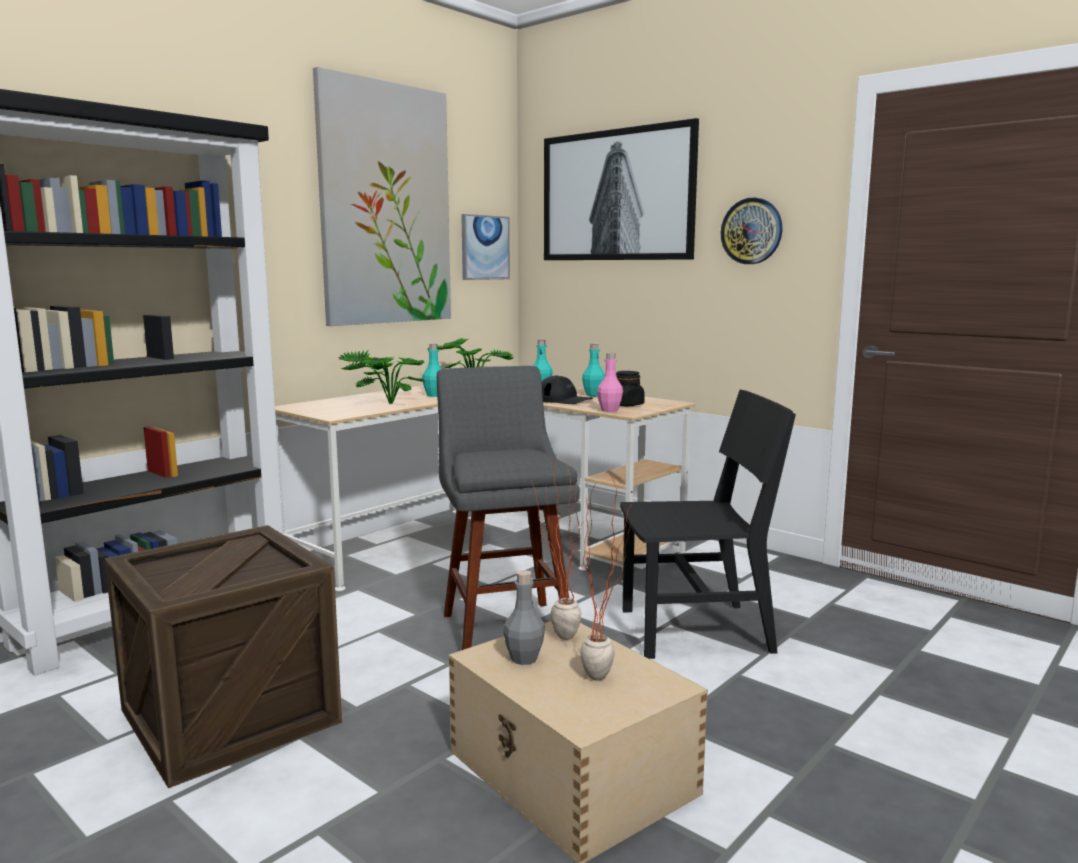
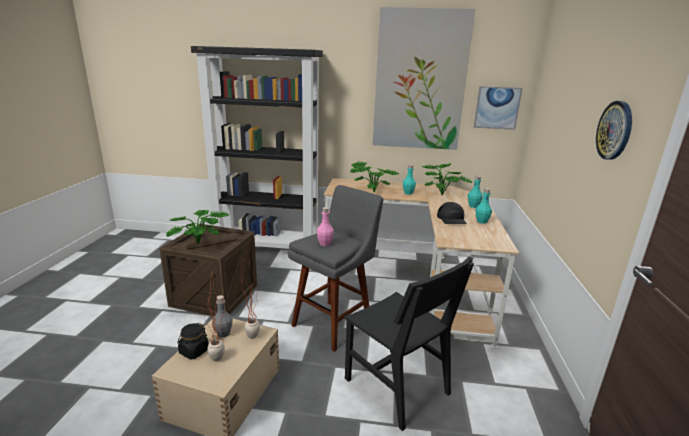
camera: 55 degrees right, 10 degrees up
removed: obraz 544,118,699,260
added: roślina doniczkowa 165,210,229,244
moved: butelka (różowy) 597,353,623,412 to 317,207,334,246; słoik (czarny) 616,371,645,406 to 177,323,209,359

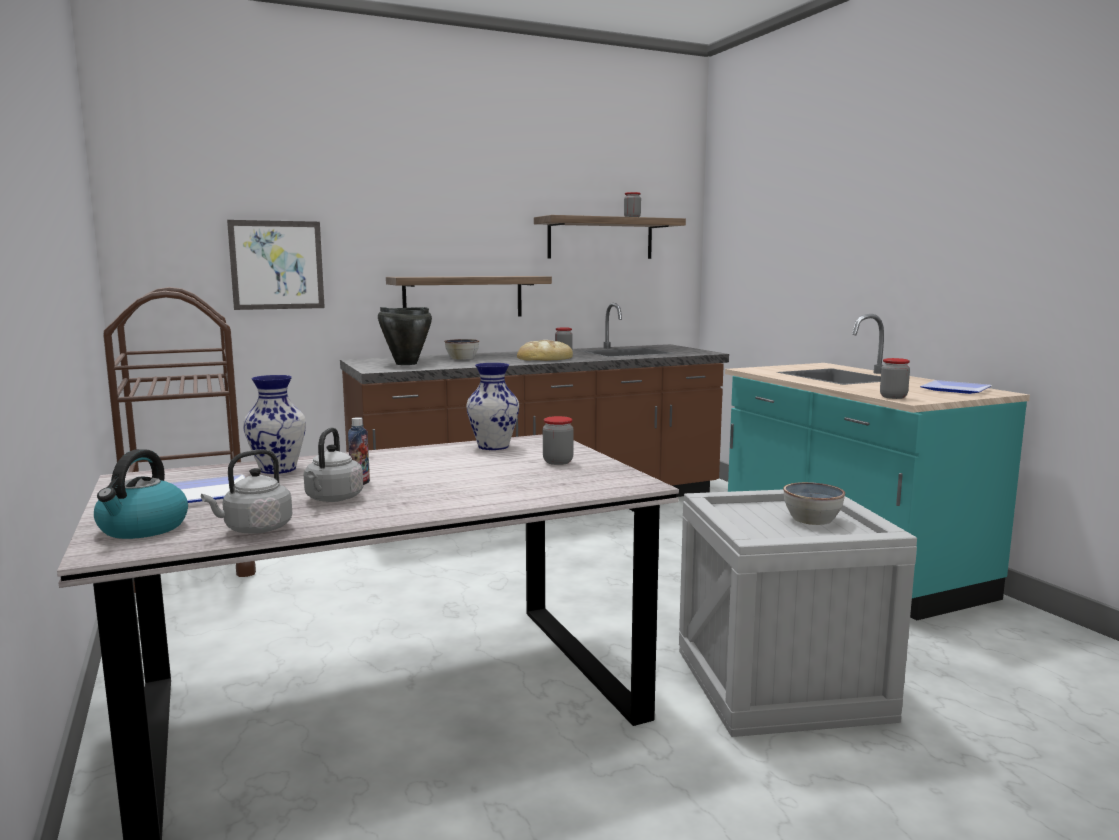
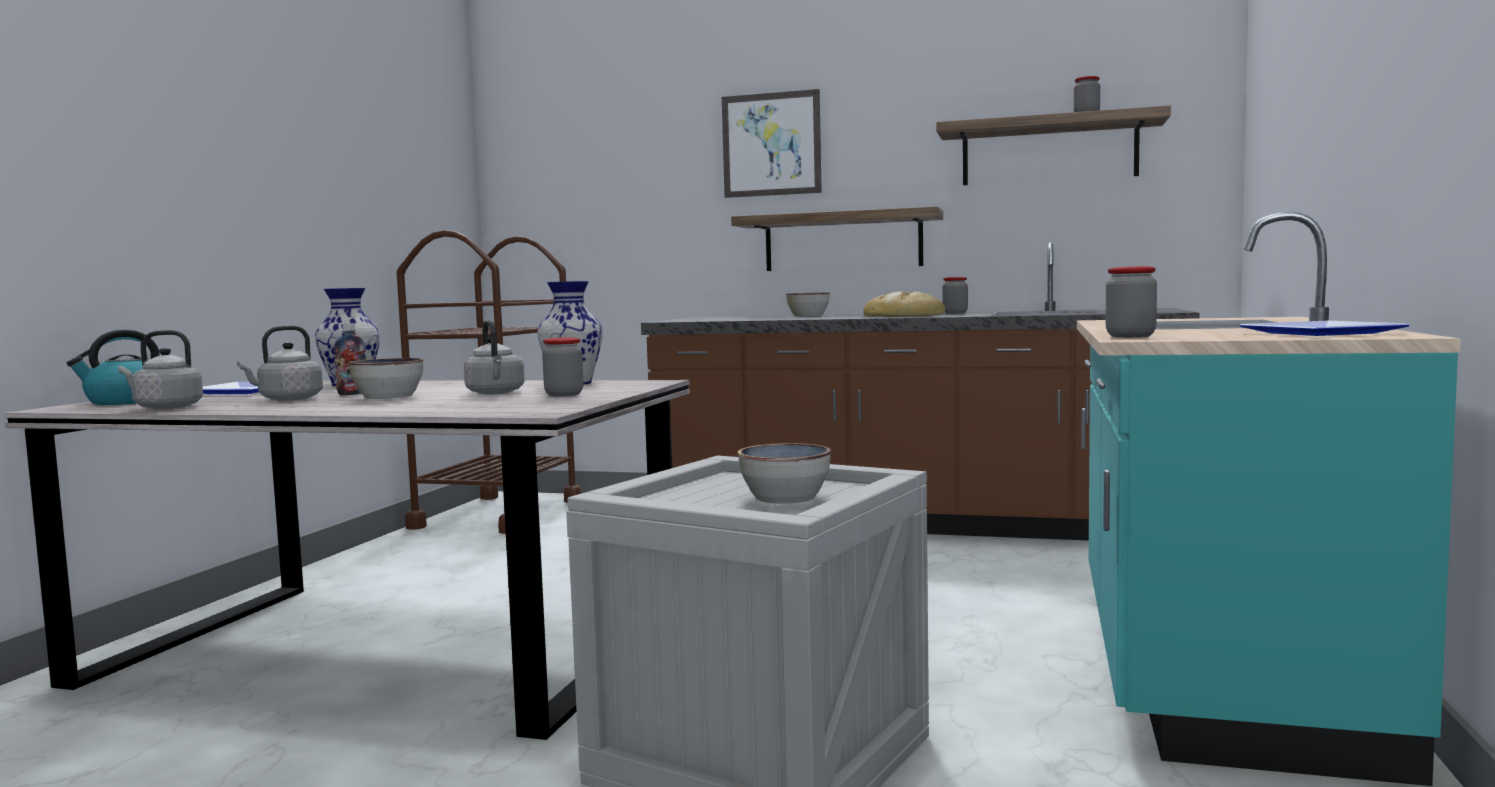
camera: 40 degrees right, 5 degrees down
removed: garnek (czarny) 378,307,432,365
added: czajnik (szary) 464,320,525,394; miska 349,358,424,399
moved: obraz 227,220,325,310 to 722,89,822,198

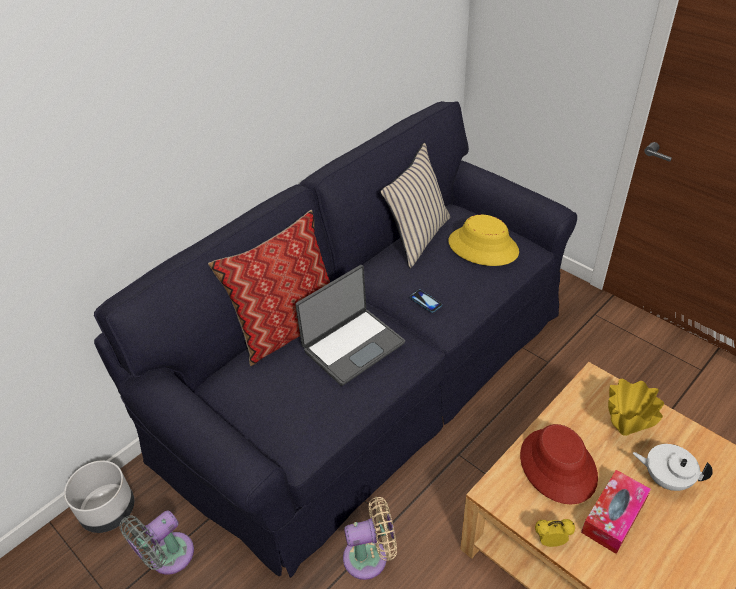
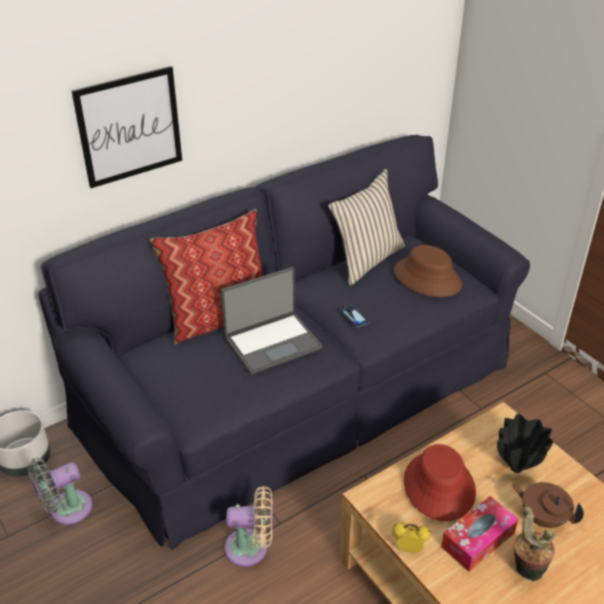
camera: 10 degrees right, 5 degrees down
added: obraz 71,66,182,188; roślina doniczkowa 514,507,556,581
recoloured: kapelusz (żółty) 448,215,519,266 to kapelusz (brązowy) 394,245,462,297; wazon (żółty) 608,379,664,436 to wazon (czarny) 497,414,553,473; imbryk (biały) 633,444,713,491 to imbryk (brązowy) 511,482,584,528

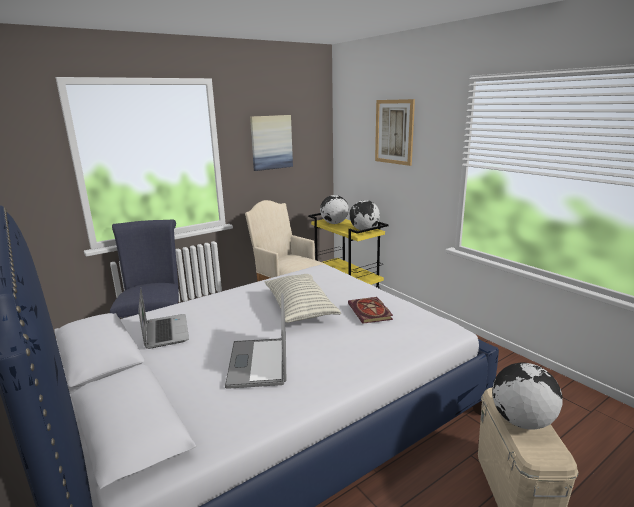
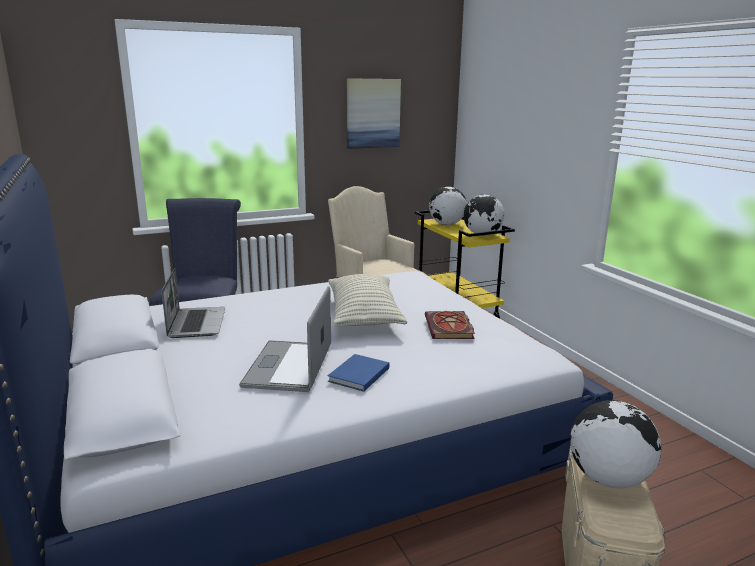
camera: 10 degrees right, 0 degrees up
removed: obraz 375,99,415,166
added: książka (niebieski) 328,354,389,392

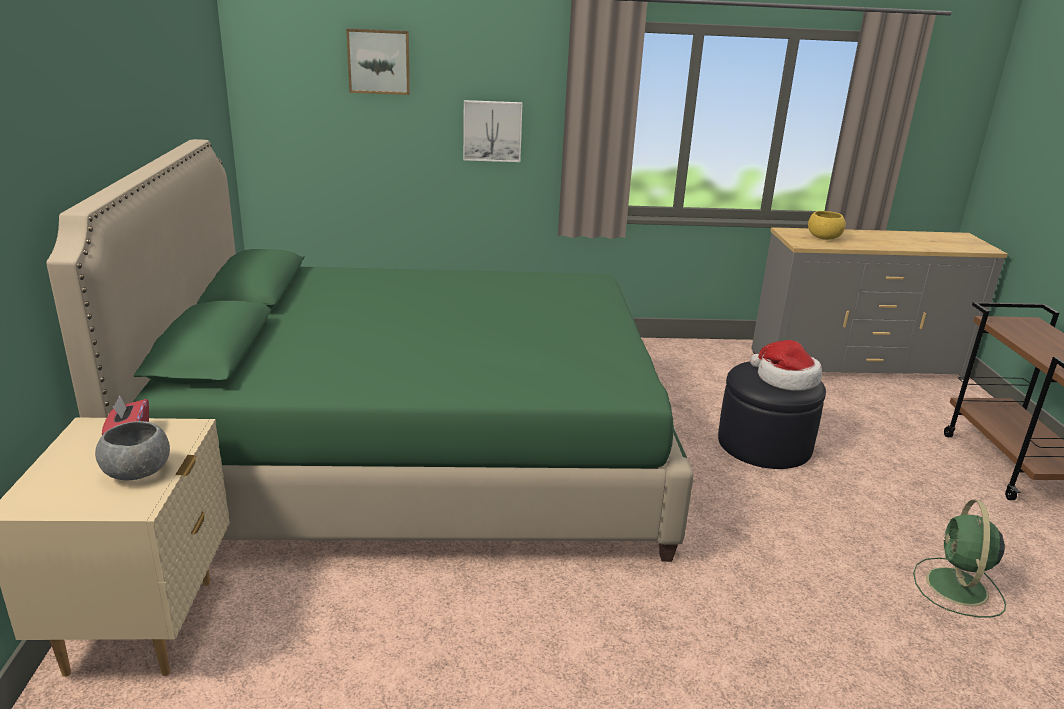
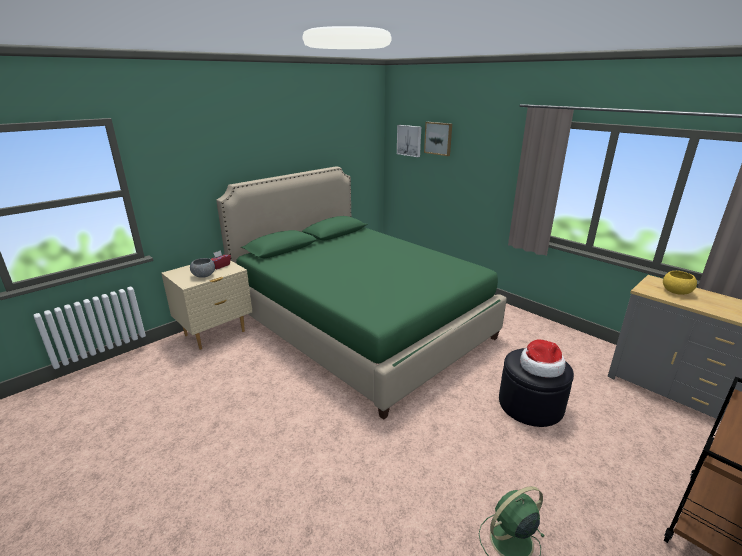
camera: 50 degrees right, 0 degrees up
moved: obraz 463,100,523,162 to 397,125,421,157

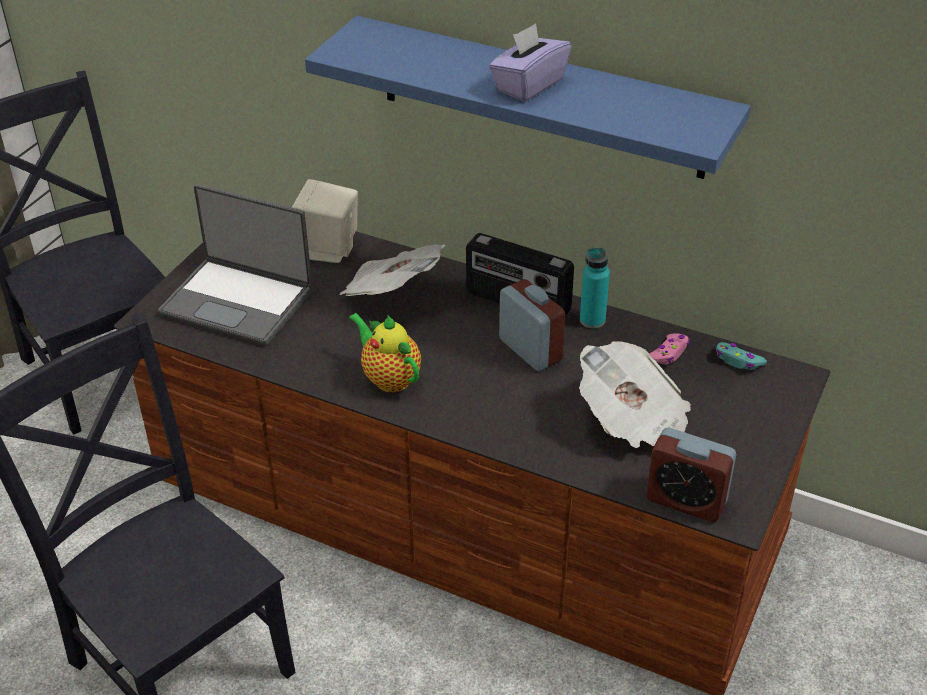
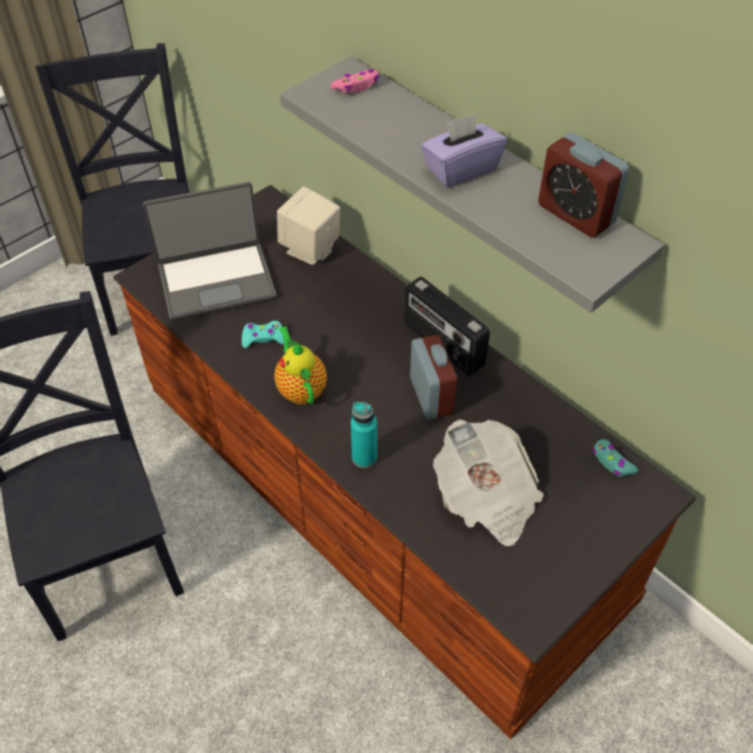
camera: 20 degrees right, 10 degrees up
removed: gazeta 339,245,445,296
added: pad do gier (turkusowy) 242,321,284,348
moved: butelka (turkusowy) 580,248,610,328 to 351,402,377,468; pad do gier (różowy) 649,333,690,365 to 330,69,379,93; budzik 646,428,736,522 to 538,133,630,238
recoloured: półka (niebieski) 305,16,751,179 to półka (szary) 280,56,664,313
turned: laptop 158,184,312,346 = 143,182,276,321 60 degrees counterclockwise

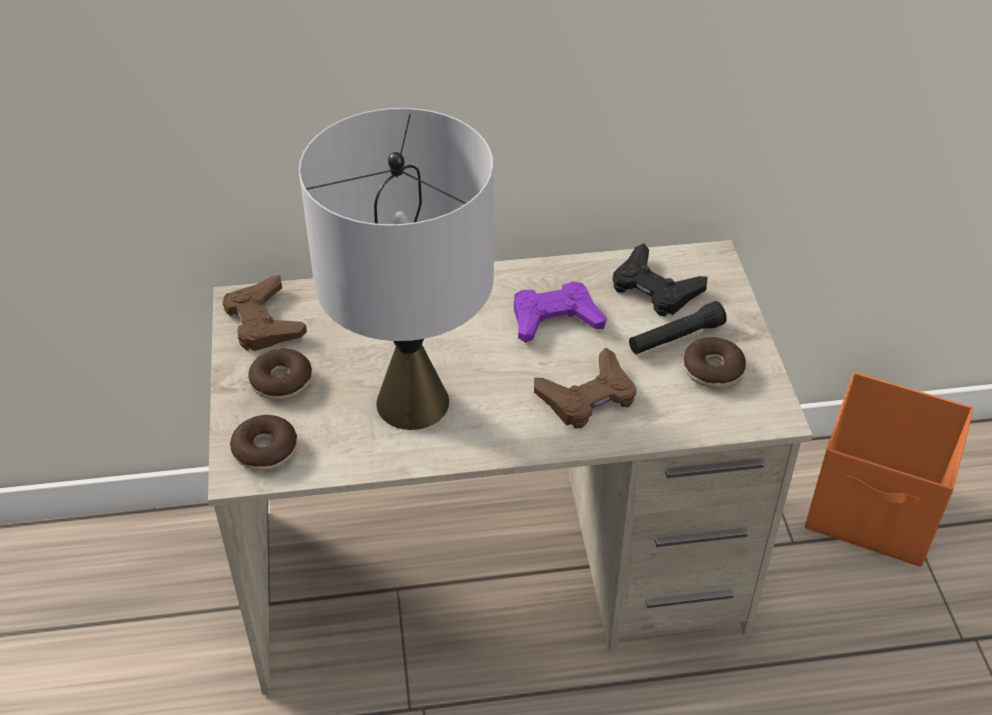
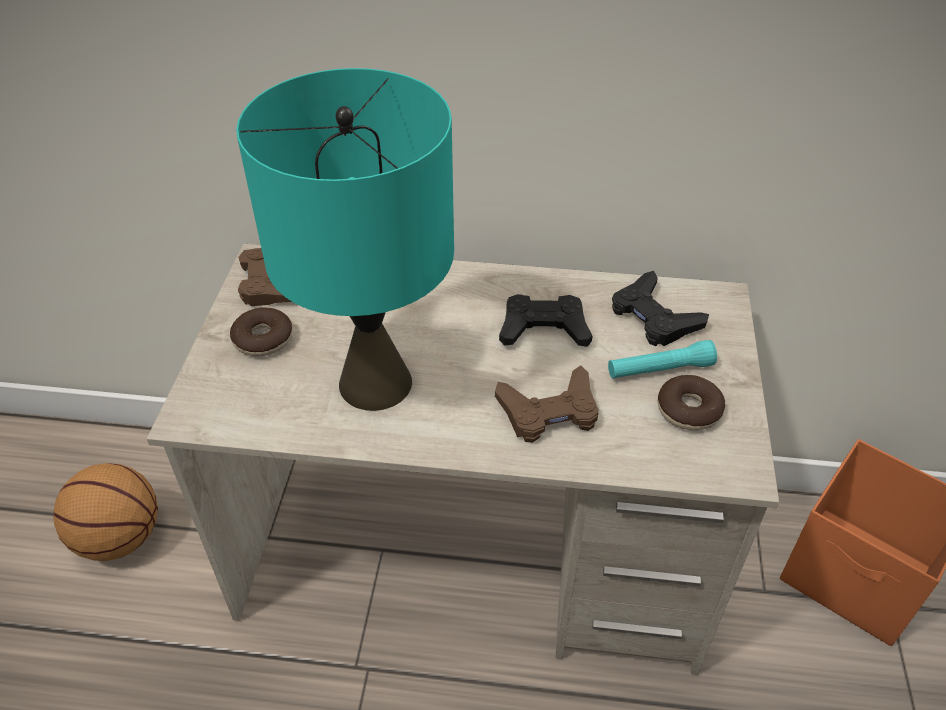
camera: 15 degrees right, 0 degrees up
removed: donut 230,415,297,471
added: piłka do koszykówki 53,463,158,561
recoloured: lampa stołowa (szary) 299,108,494,430 to lampa stołowa (turkusowy) 236,68,454,411; pad do gier (fioletowy) 514,282,607,343 to pad do gier (czarny) 499,294,593,347; latarka (czarny) 629,301,727,354 to latarka (turkusowy) 608,340,717,379

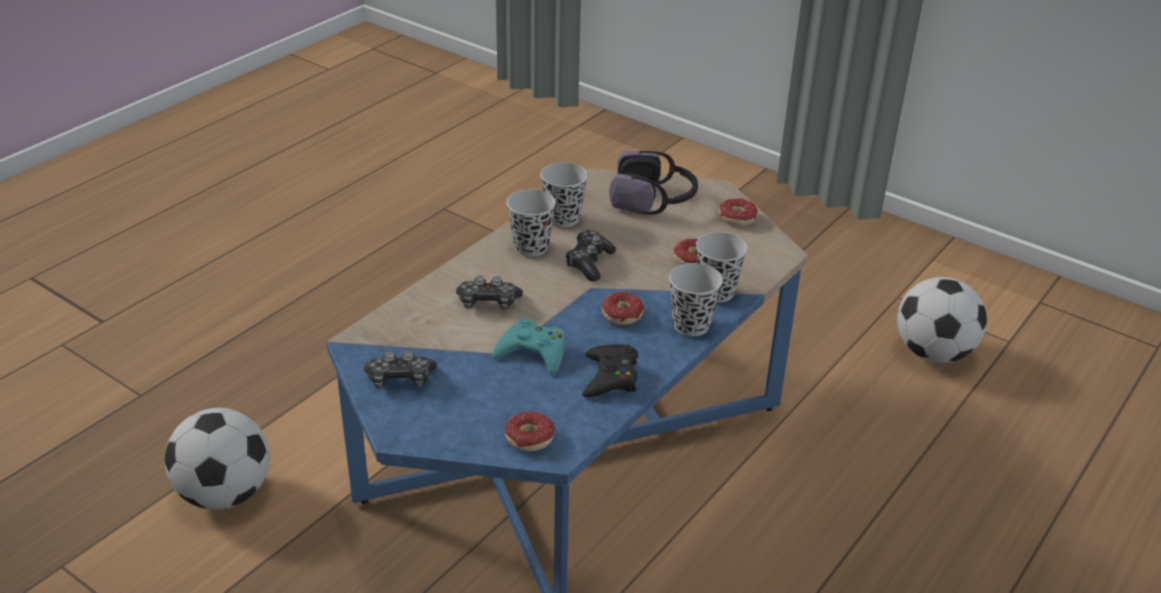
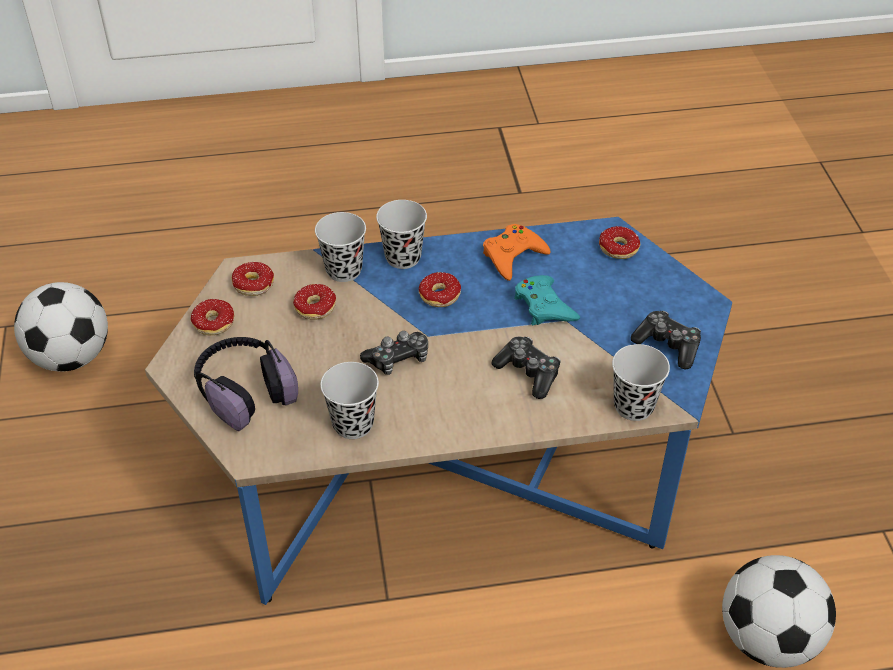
camera: 135 degrees left, 10 degrees up
added: donut 231,243,274,296
moved: filiżanka (czarny) 507,189,556,257 to 612,344,670,421
recoloured: pad do gier (czarny) 582,344,638,397 to pad do gier (pomarańczowy) 483,224,551,281

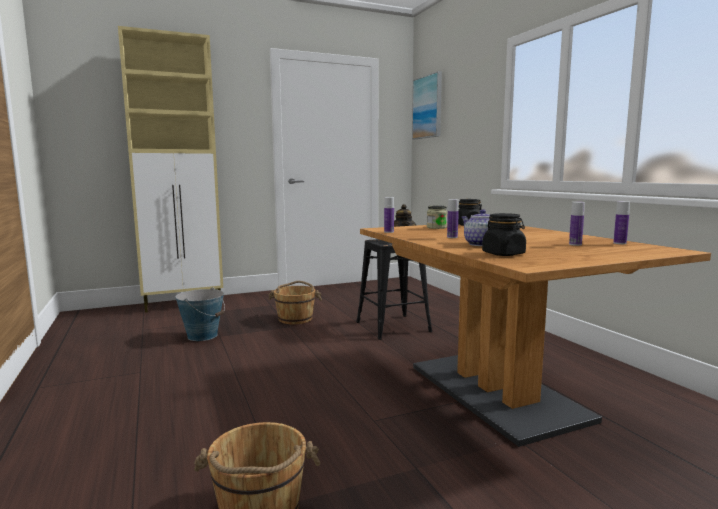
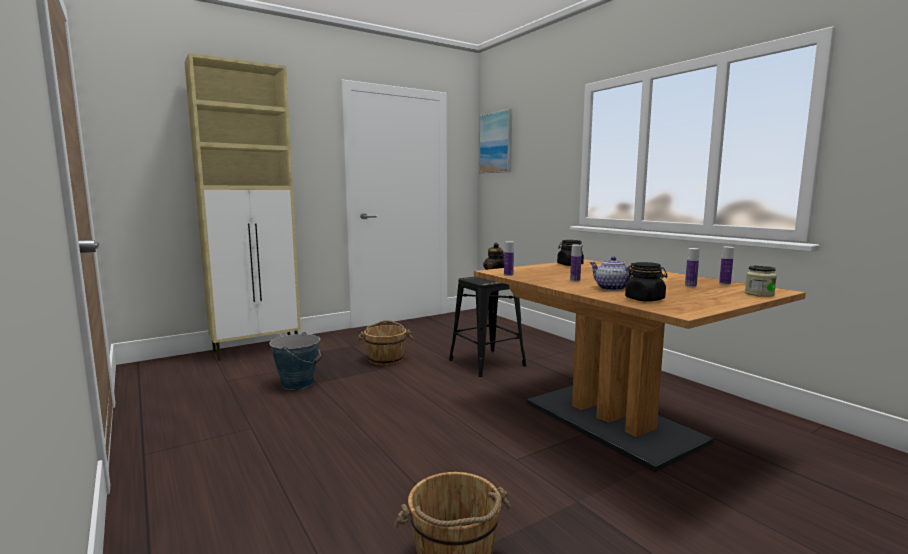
camera: 10 degrees left, 0 degrees up
moved: słoik 427,206,447,229 to 745,266,777,297

